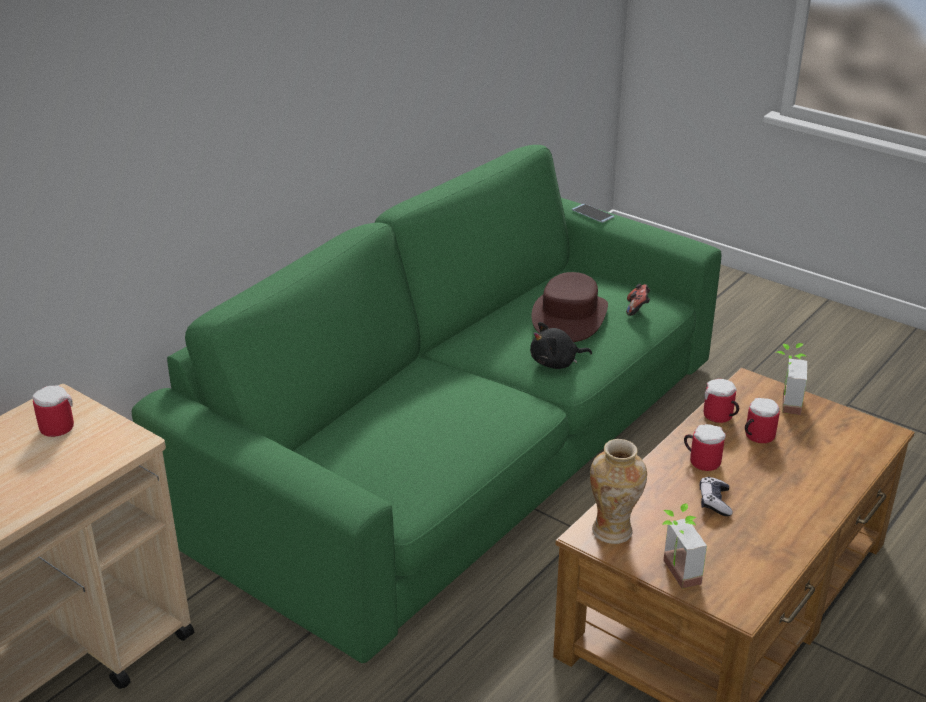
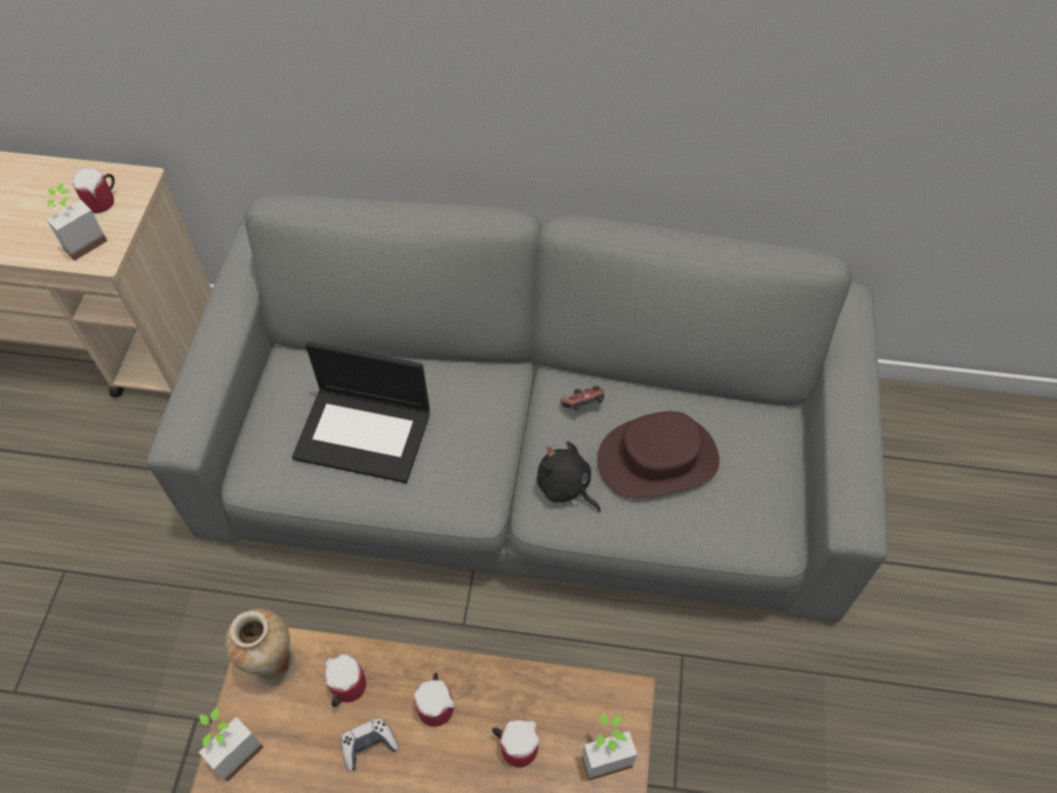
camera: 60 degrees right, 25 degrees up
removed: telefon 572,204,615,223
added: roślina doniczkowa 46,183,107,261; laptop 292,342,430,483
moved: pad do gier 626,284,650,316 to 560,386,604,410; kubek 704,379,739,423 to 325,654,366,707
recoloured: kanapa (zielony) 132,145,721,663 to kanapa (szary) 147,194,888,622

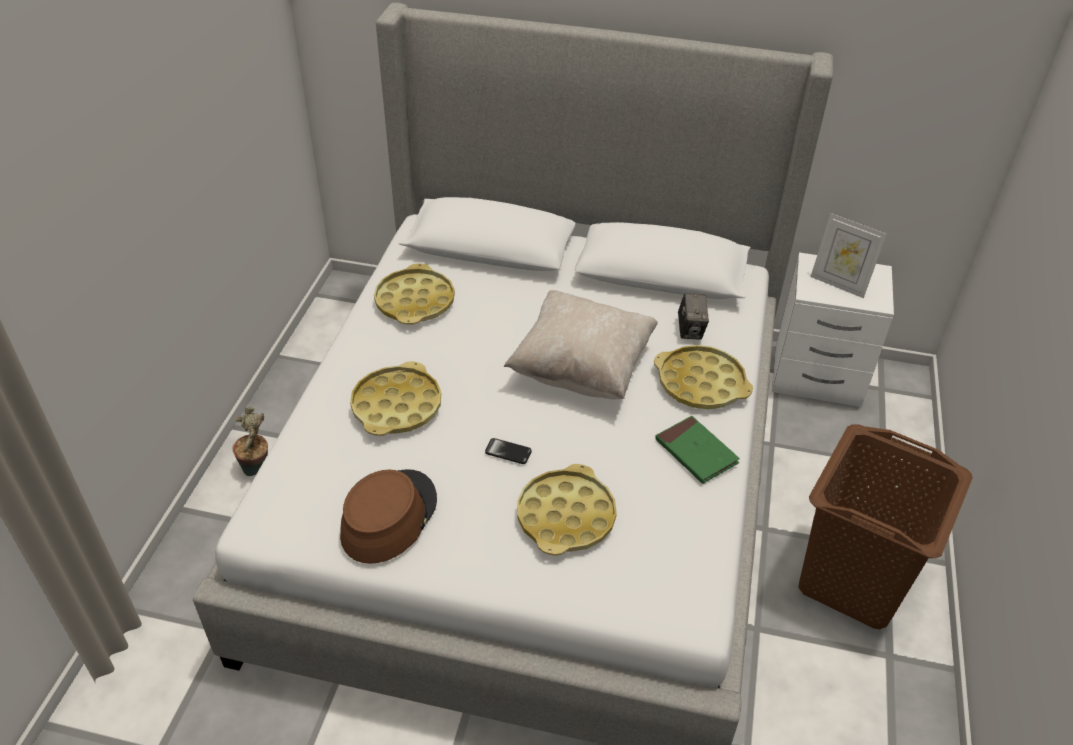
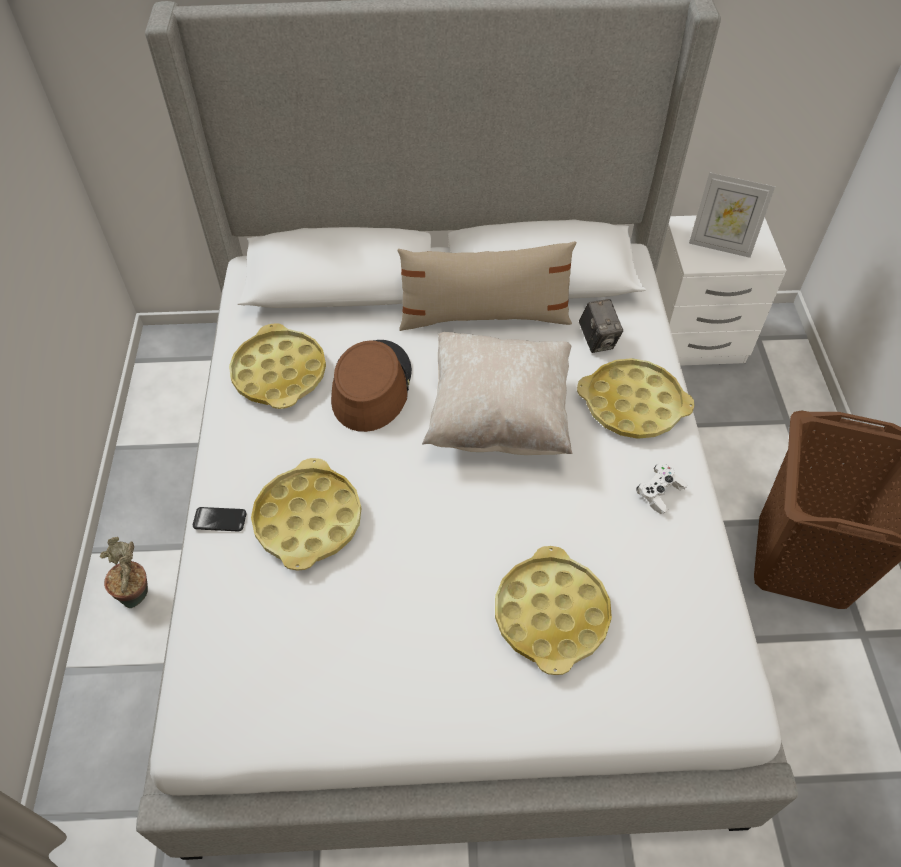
camera: 15 degrees left, 10 degrees up
added: poduszka (beżowy) 398,241,576,331
moved: telefon 485,438,532,464 to 193,507,247,531; kapelusz (brązowy) 340,469,437,564 to 331,340,412,432
replaced: książka (zielony) 655,416,740,484 to pad do gier (biały) 636,463,687,514

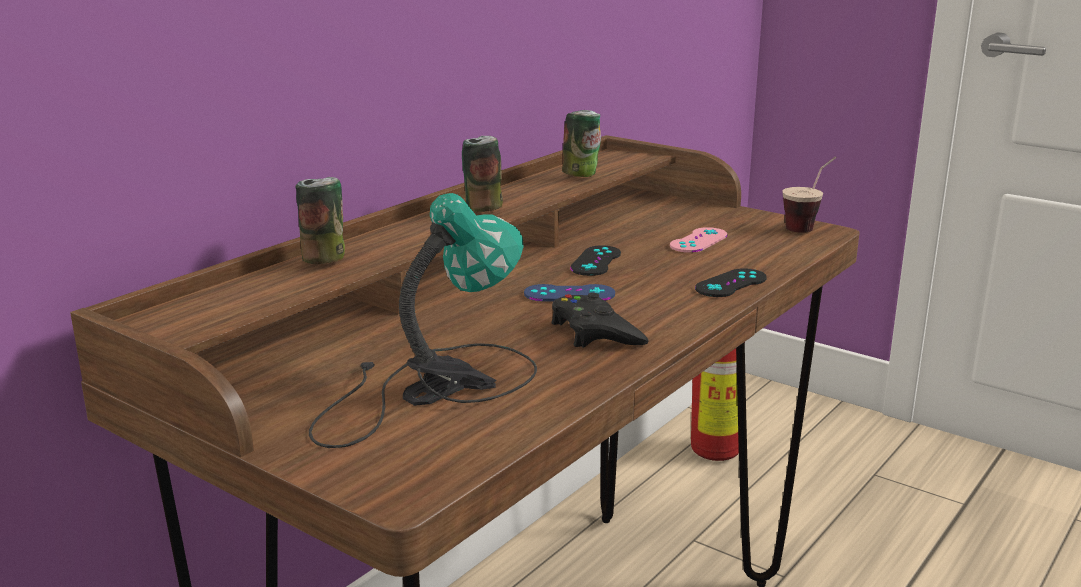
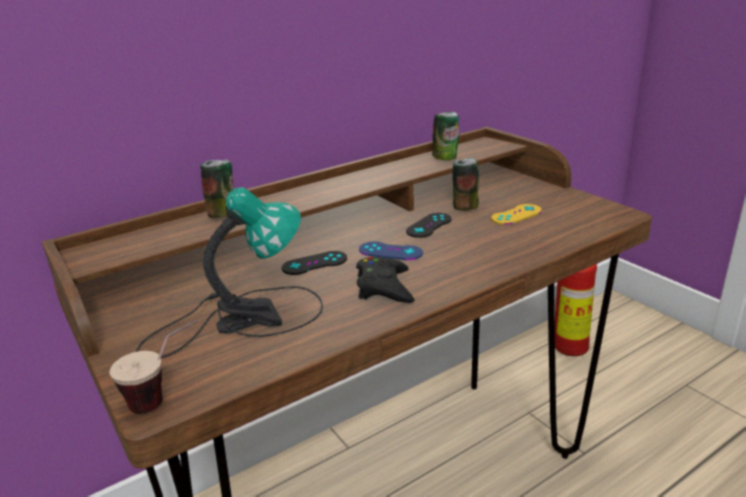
camera: 20 degrees right, 5 degrees up
moved: puszka 462,136,503,212 to 452,158,479,211; filiżanka 782,156,837,233 to 109,320,197,414; pad do gier (czarny) 695,268,767,297 to 282,251,347,275
recoloured: pad do gier (różowy) 670,227,727,253 to pad do gier (żółty) 491,204,542,225

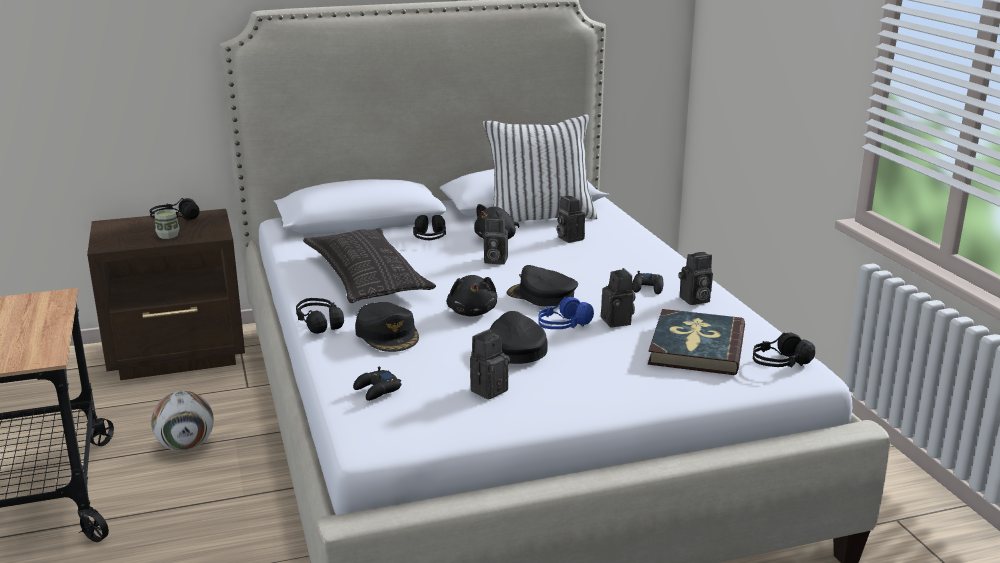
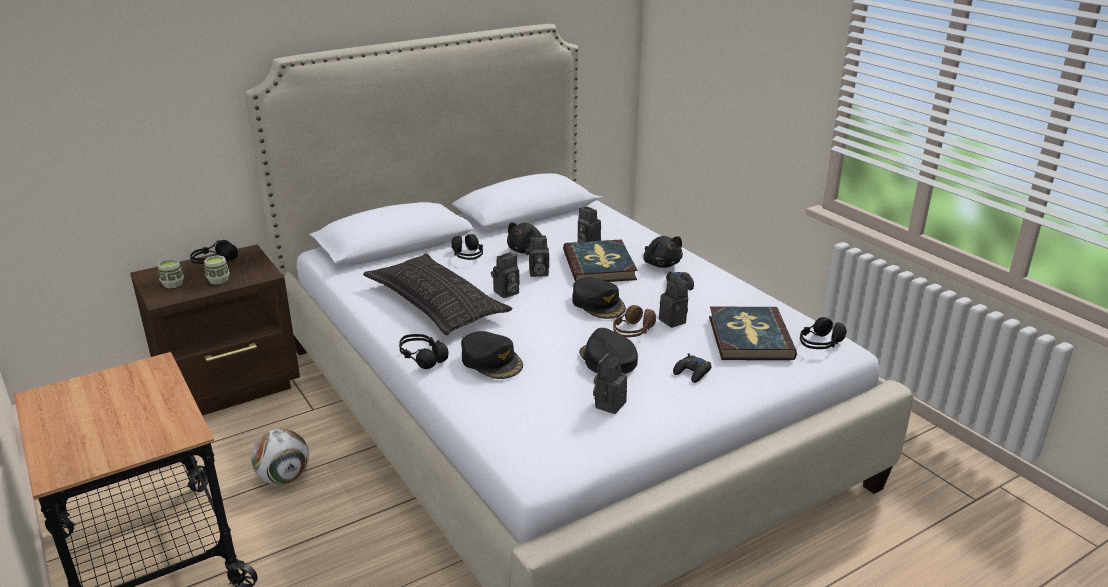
camera: 15 degrees left, 5 degrees up
removed: poduszka (biały) 483,114,597,222
added: książka 563,239,637,282; filiżanka 158,259,184,288
moved: aparat fotograficzny 678,252,713,305 to 491,253,519,298; pluszak (czarny) 446,275,497,317 to 643,236,683,268; pad do gier (czarny) 353,367,401,401 to 673,353,712,383
recoloured: słuchawki (niebieski) 538,297,594,329 to słuchawki (brązowy) 613,305,656,337
turned: czapka z daszkiem (czarny) 507,265,578,306 = 572,277,626,319 135 degrees counterclockwise

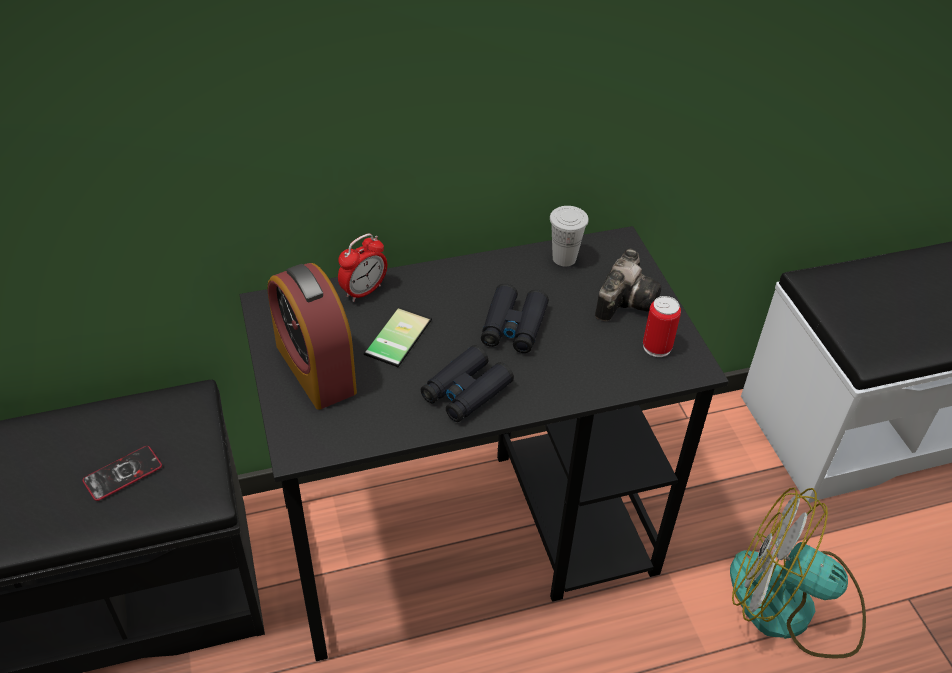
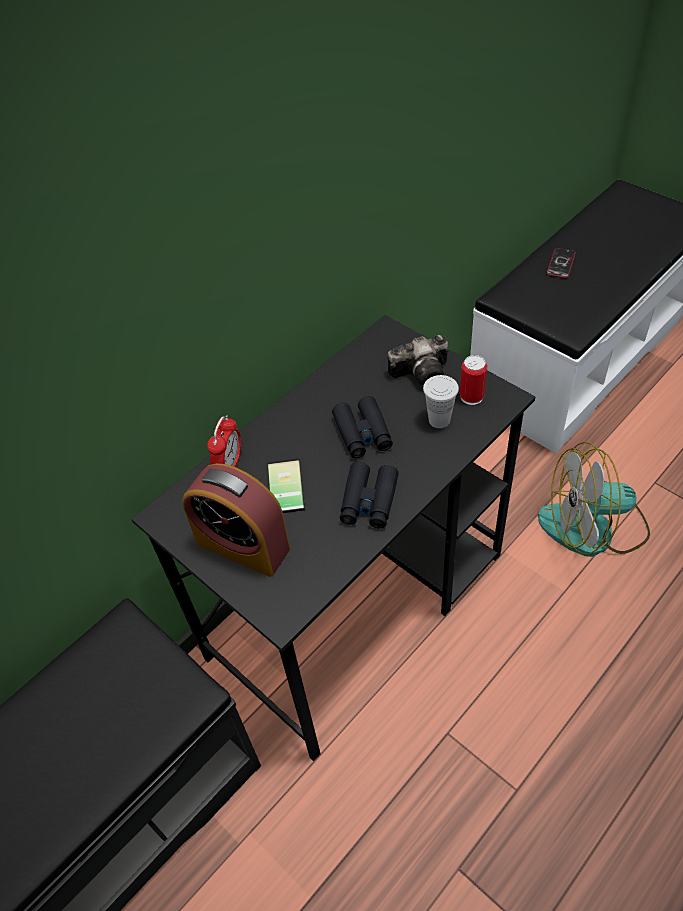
camera: 25 degrees left, 5 degrees up
moved: filiżanka (biały) 550,206,589,266 to 423,375,459,428; telefon 82,446,162,501 to 547,248,576,278
turned: aparat fotograficzny 595,248,661,321 = 388,334,449,386 75 degrees clockwise

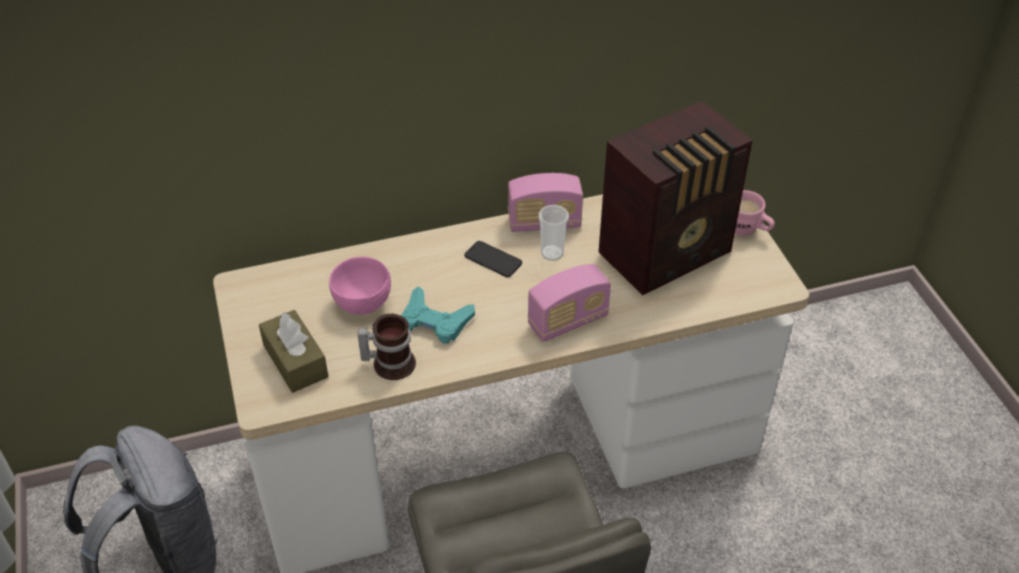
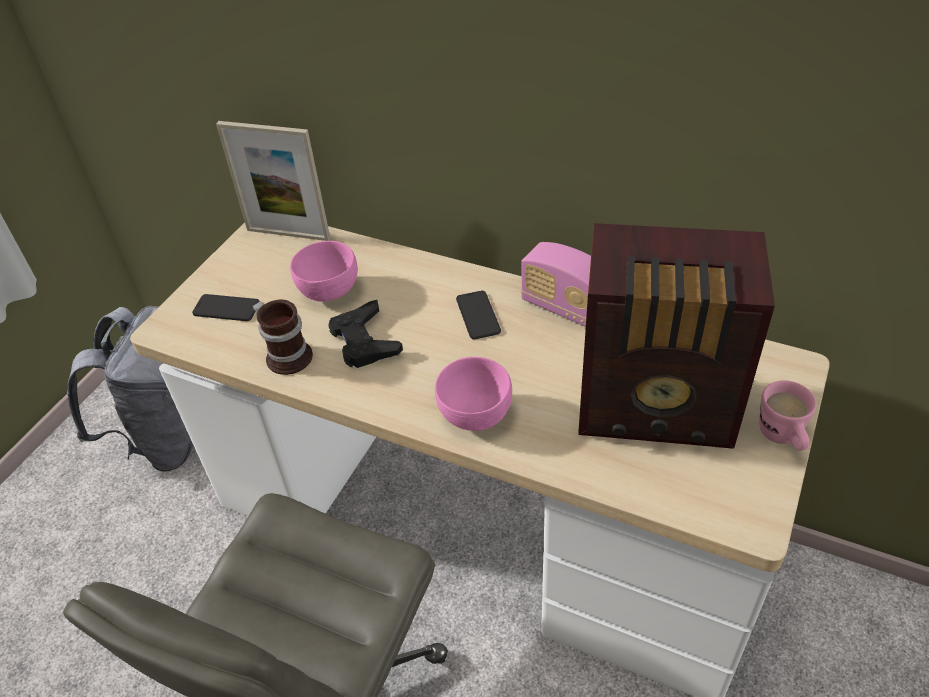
camera: 45 degrees right, 0 degrees up
removed: filiżanka 539,205,569,261
added: ramka na zdjęcie 216,121,330,241
replaced: radio 527,264,611,342 to miska (różowy) 435,357,512,431; pudełko chusteczek (brązowy) 259,310,329,393 to telefon 192,294,260,321
recoloured: pad do gier (turkusowy) 401,286,475,344 to pad do gier (czarny) 328,300,403,368

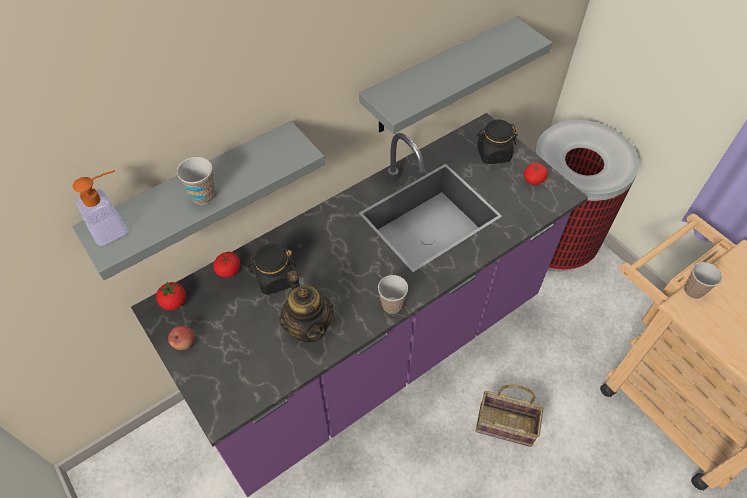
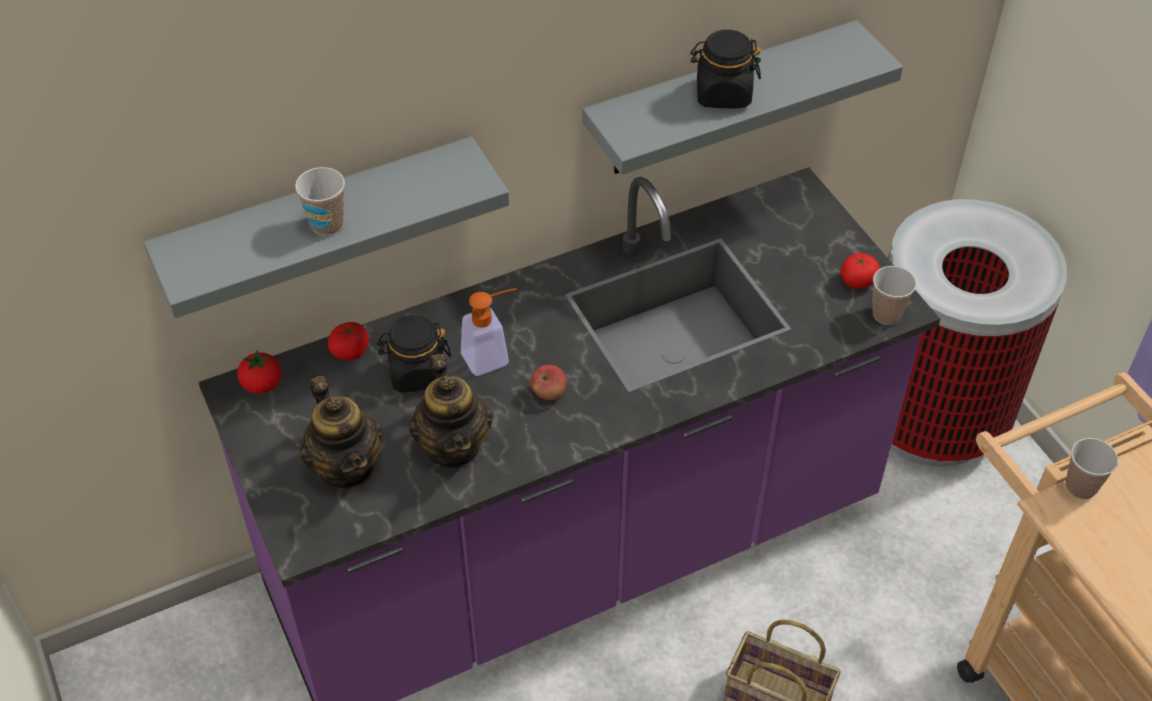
camera: 10 degrees right, 5 degrees down
added: imbryk 300,376,383,489
moved: słoik (czarny) 477,120,517,164 to 690,30,761,108; dozownik mydła 73,170,128,246 to 461,288,517,376; filiżanka 378,275,408,314 to 872,266,917,325; jabłko 168,326,194,350 to 530,365,567,401

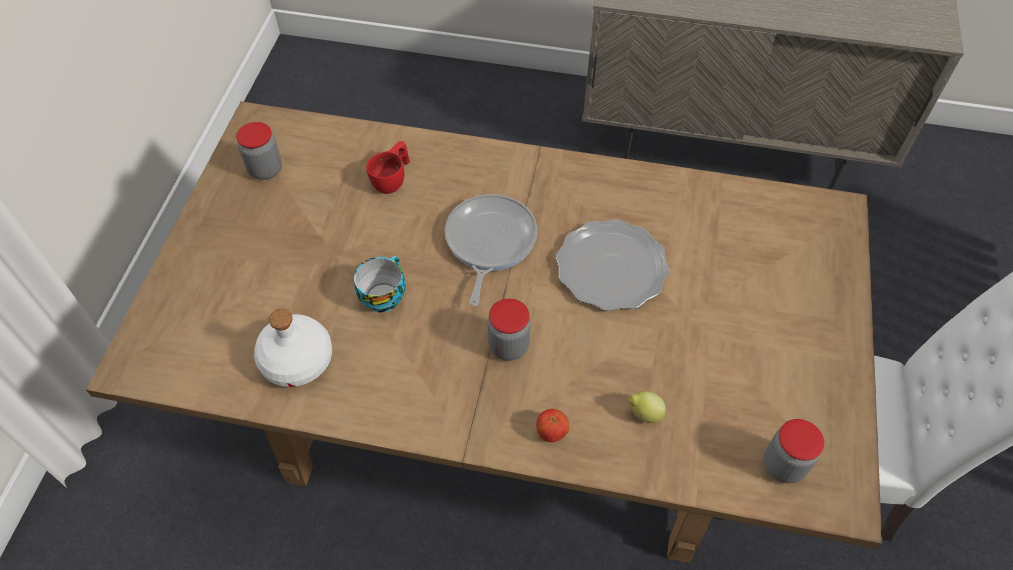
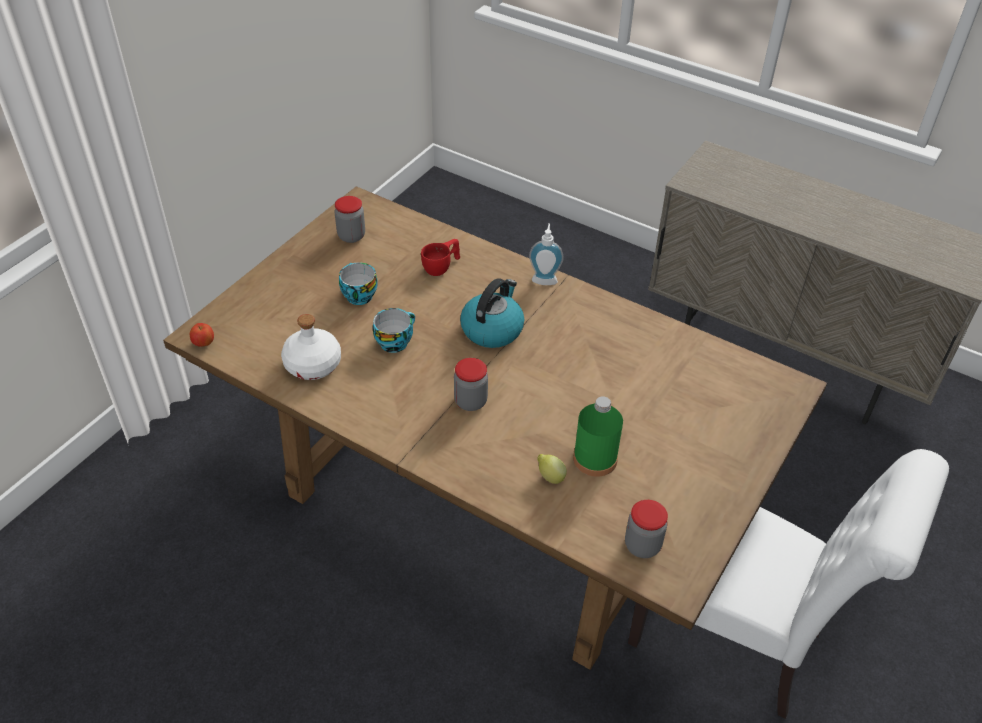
camera: 20 degrees right, 10 degrees down
removed: talerz 556,219,669,311
added: dozownik mydła 529,223,564,285; filiżanka 339,263,378,305; butelka (zielony) 573,396,623,477
moved: jabłko 536,409,569,442 to 190,323,214,347
replaced: patelnia 445,194,537,306 to czajnik 460,278,524,348

